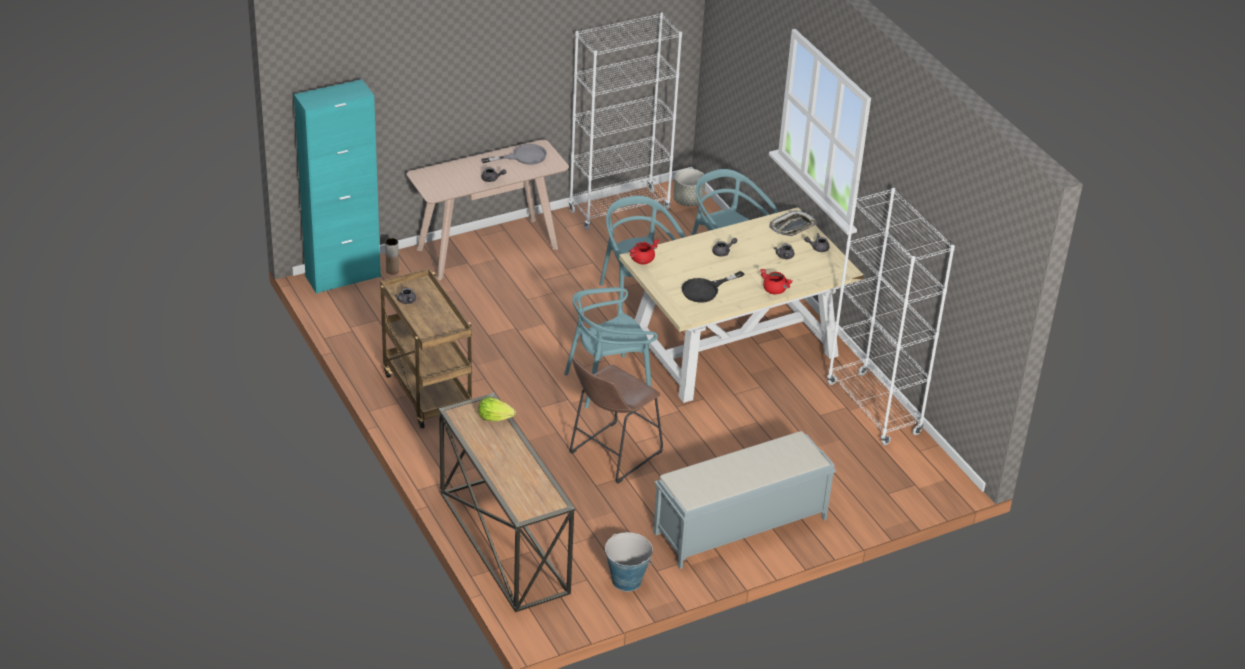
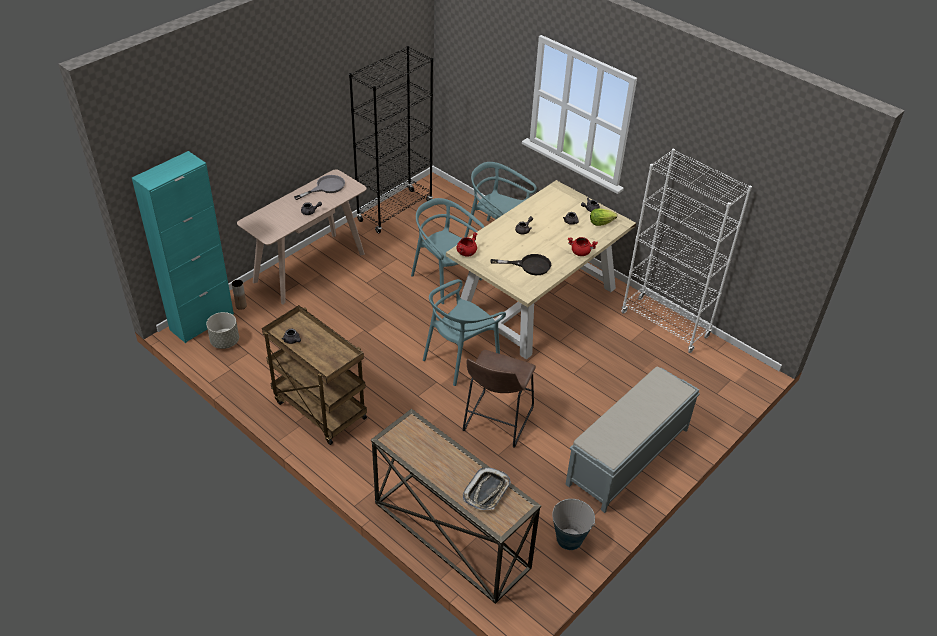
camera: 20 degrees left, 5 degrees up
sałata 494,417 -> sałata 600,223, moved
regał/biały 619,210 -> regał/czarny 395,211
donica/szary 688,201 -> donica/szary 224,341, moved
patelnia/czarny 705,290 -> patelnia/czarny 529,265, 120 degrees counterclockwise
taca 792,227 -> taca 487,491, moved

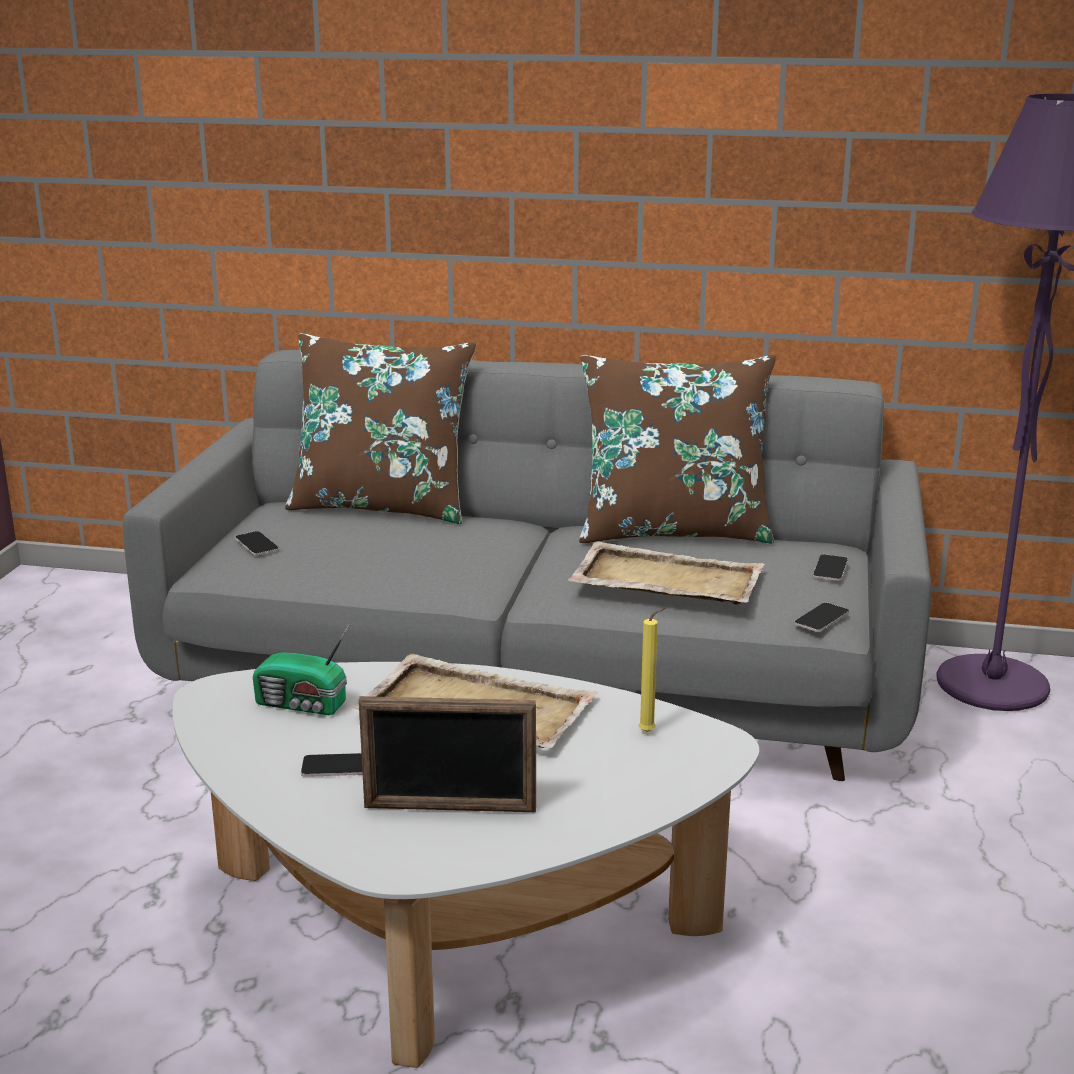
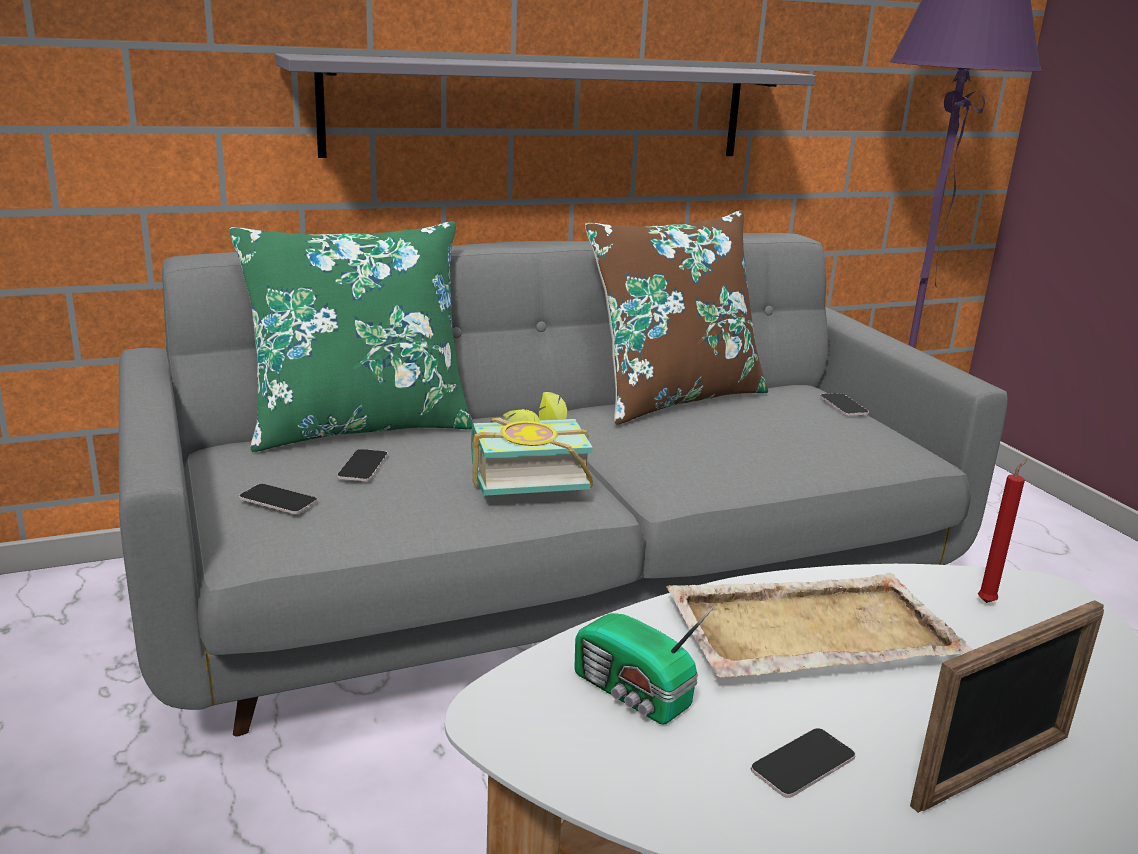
camera: 35 degrees left, 0 degrees up
radio 302,705 -> radio 632,694, 60 degrees clockwise
poduszka/brązowy 382,506 -> poduszka/zielony 360,426
taca/beżowy 665,580 -> none
świeca/żółty 649,732 -> świeca/czerwony 988,601
telefon 821,618 -> telefon 363,466, moved
none -> półka/szary 543,110
none -> książka 526,475

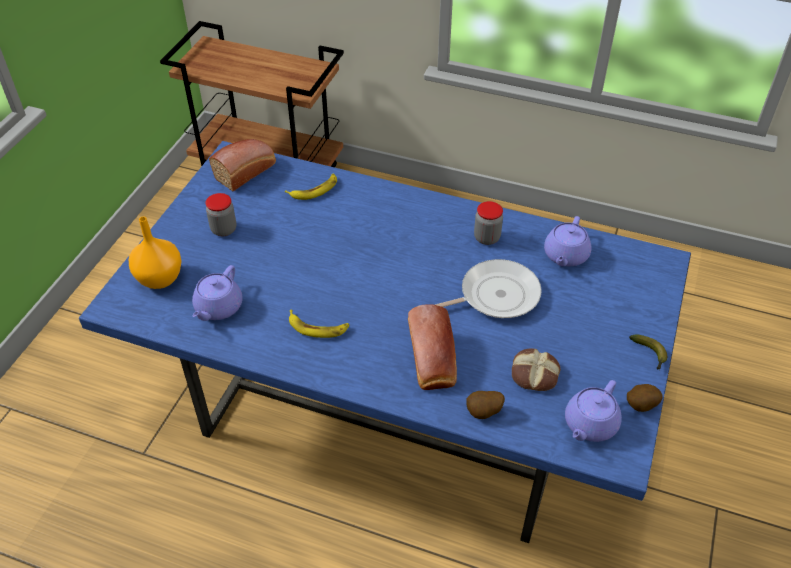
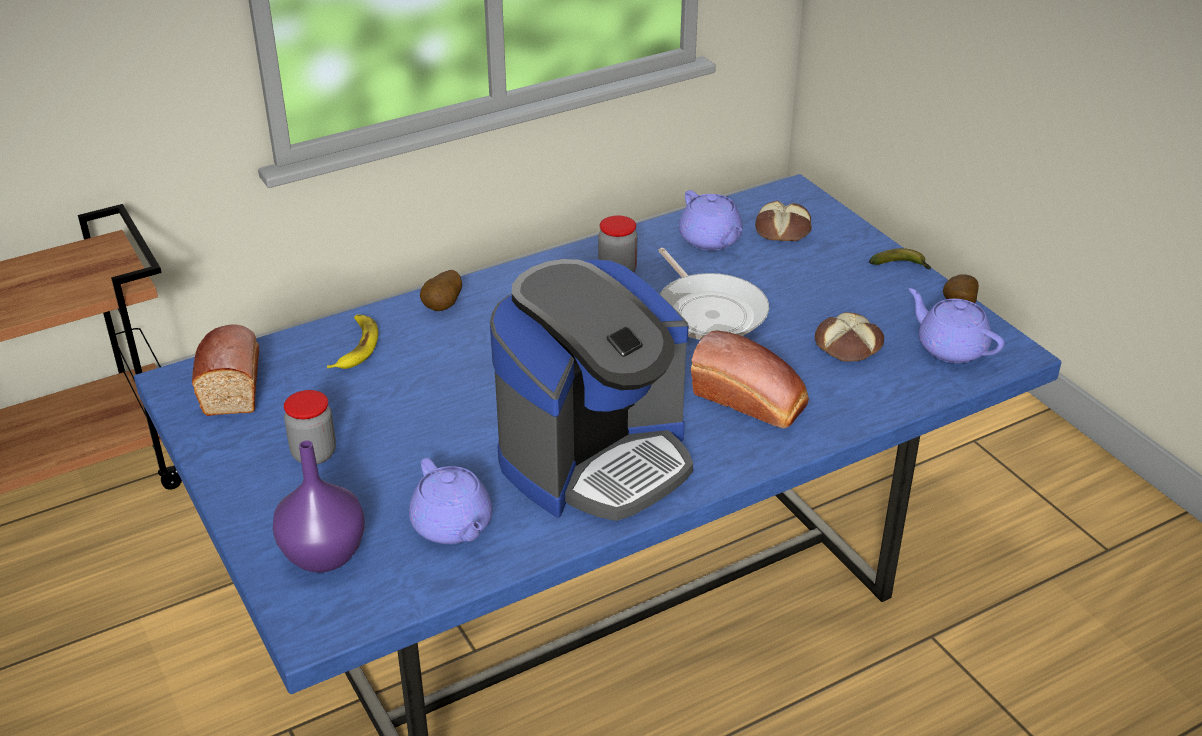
camera: 50 degrees left, 10 degrees down
wazon/pomarańczowy 160,278 -> wazon/fioletowy 323,554
banan 318,327 -> ekspres do kawy 595,458
patelnia 494,295 -> patelnia 709,311, 135 degrees clockwise
ziemniak 484,413 -> ziemniak 443,306, moved
imbryk/fioletowy 589,424 -> imbryk/fioletowy 950,347, 150 degrees clockwise
none -> chleb 783,229

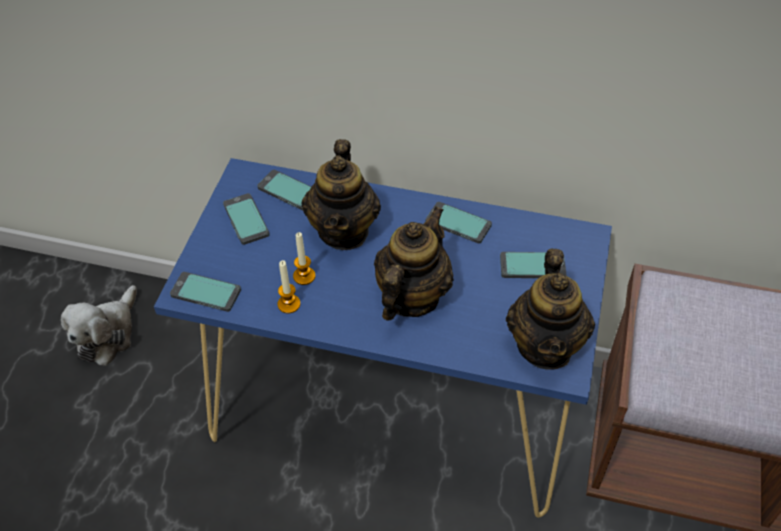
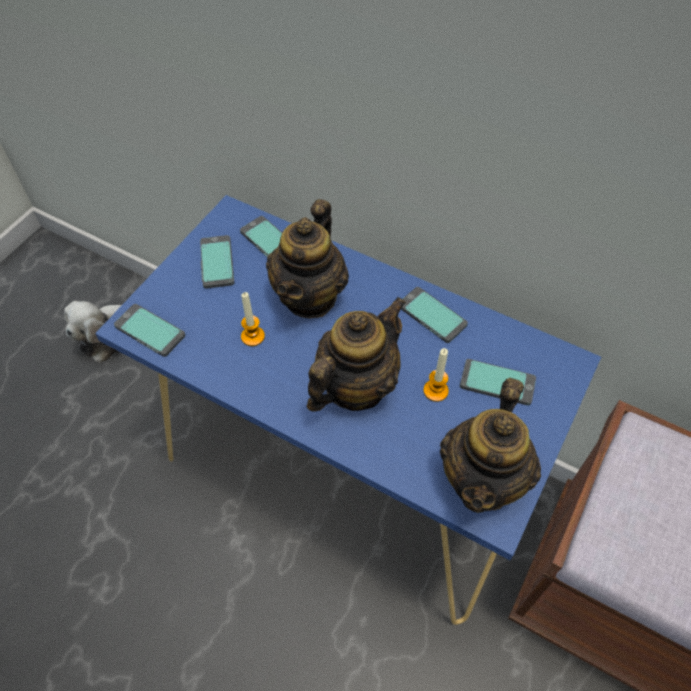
camera: 15 degrees right, 5 degrees up
świeca 289,304 -> świeca 435,391, moved

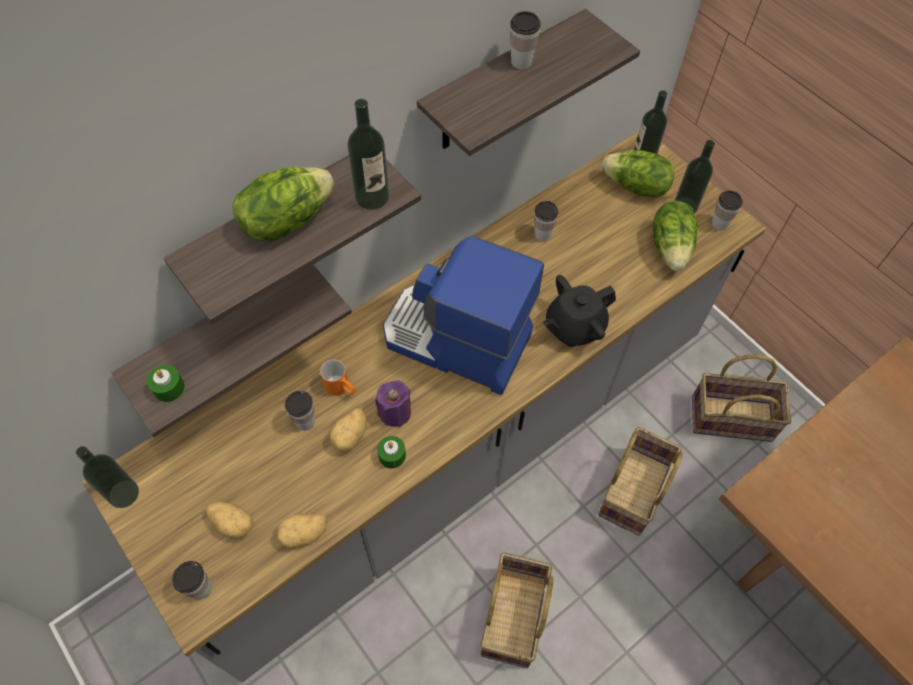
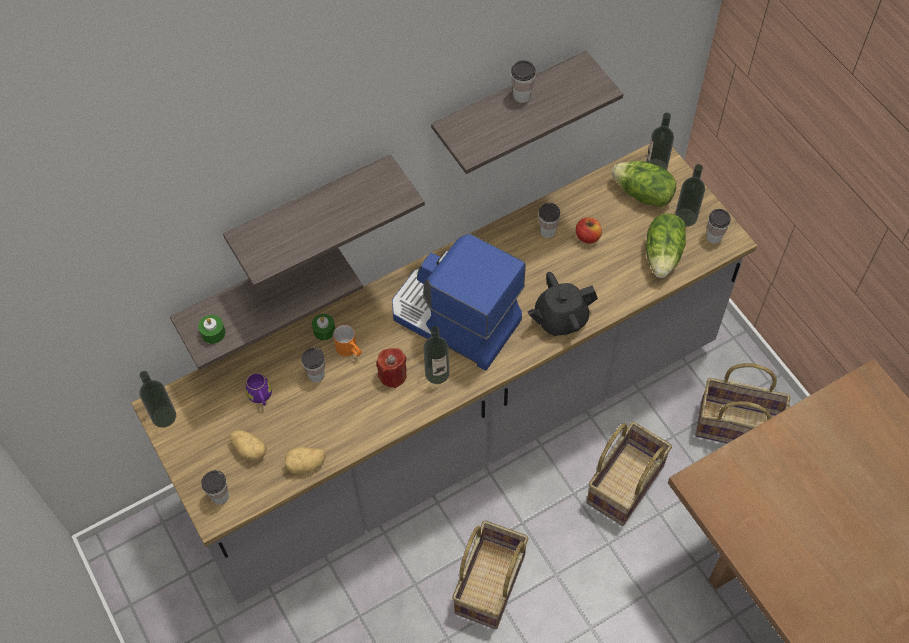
camera: 10 degrees right, 0 degrees up
sałata 286,220 -> none
ziemniak 351,436 -> none
butelka 372,196 -> butelka 437,373, moved
świeca/fioletowy 395,412 -> świeca/czerwony 393,375
świeca/zielony 392,455 -> świeca/zielony 324,330, moved
none -> kubek/fioletowy 261,396
none -> jabłko 587,236

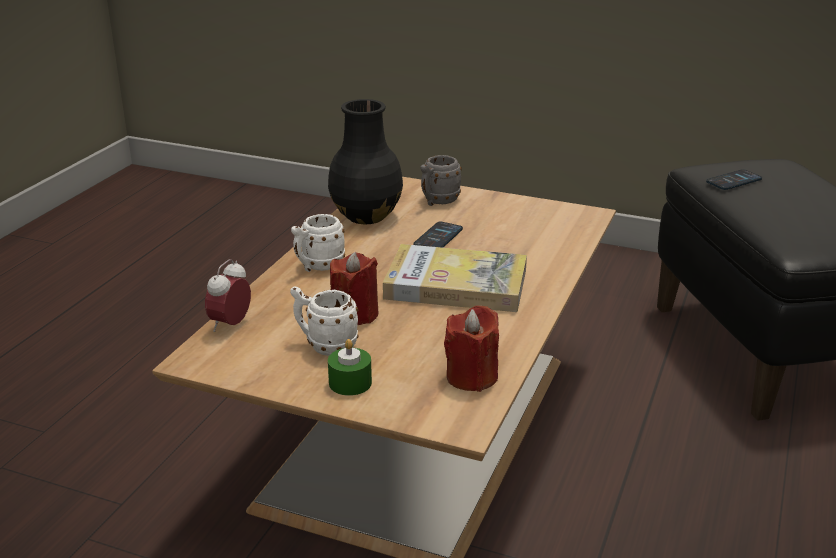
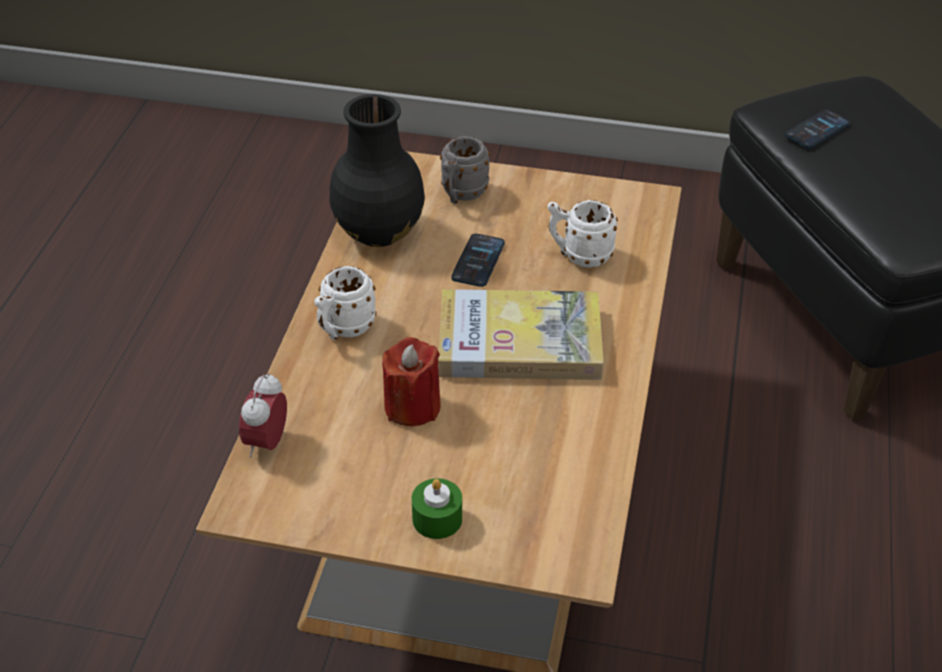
camera: 10 degrees left, 15 degrees up
kubek/biały 325,345 -> kubek/biały 579,255, moved
świeca/czerwony 472,377 -> none

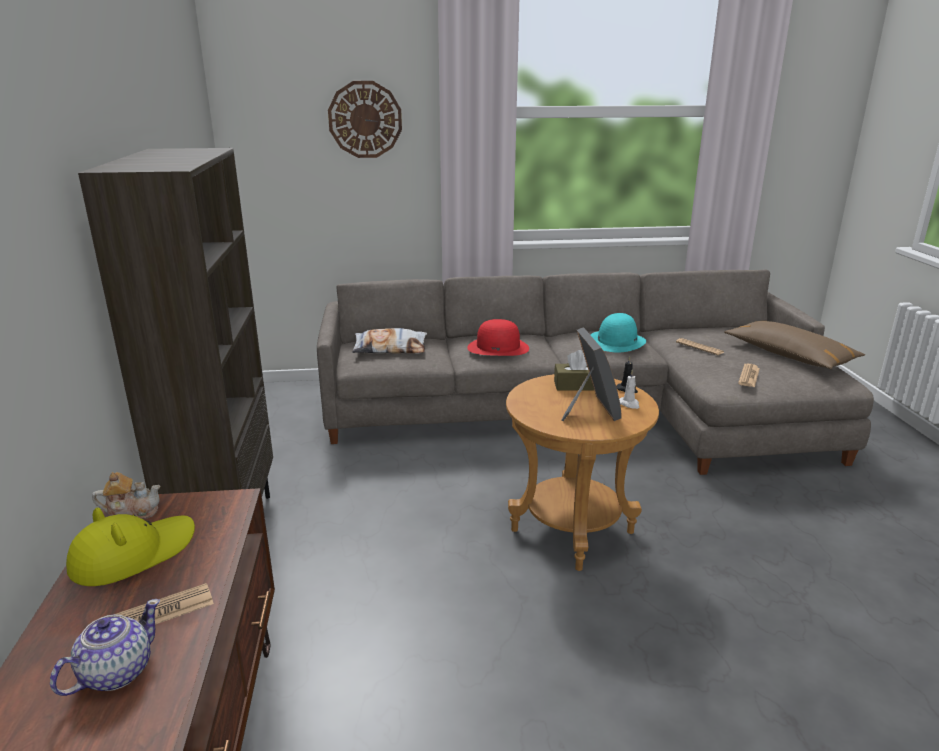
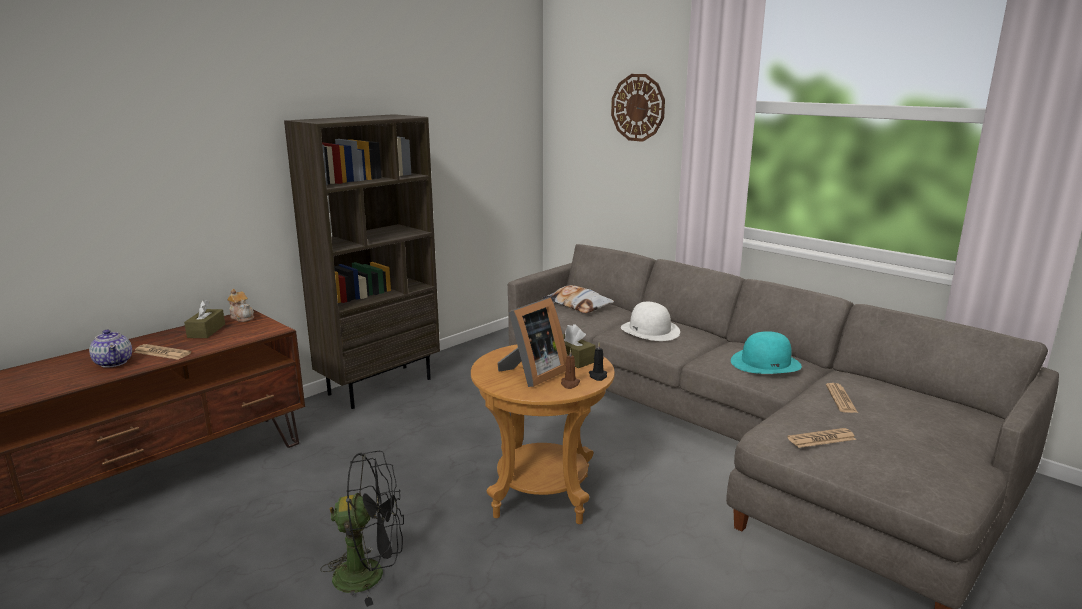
camera: 50 degrees right, 5 degrees down
imbryk 115,673 -> imbryk 114,362, 60 degrees clockwise
kapelusz/żółty 133,554 -> pudełko chusteczek/brązowy 206,331
kapelusz/czerwony 498,347 -> kapelusz/biały 650,330
świeca/biały 629,404 -> świeca/brązowy 570,384
poduszka/brązowy 789,356 -> none
none -> wentylator/czarny 370,574

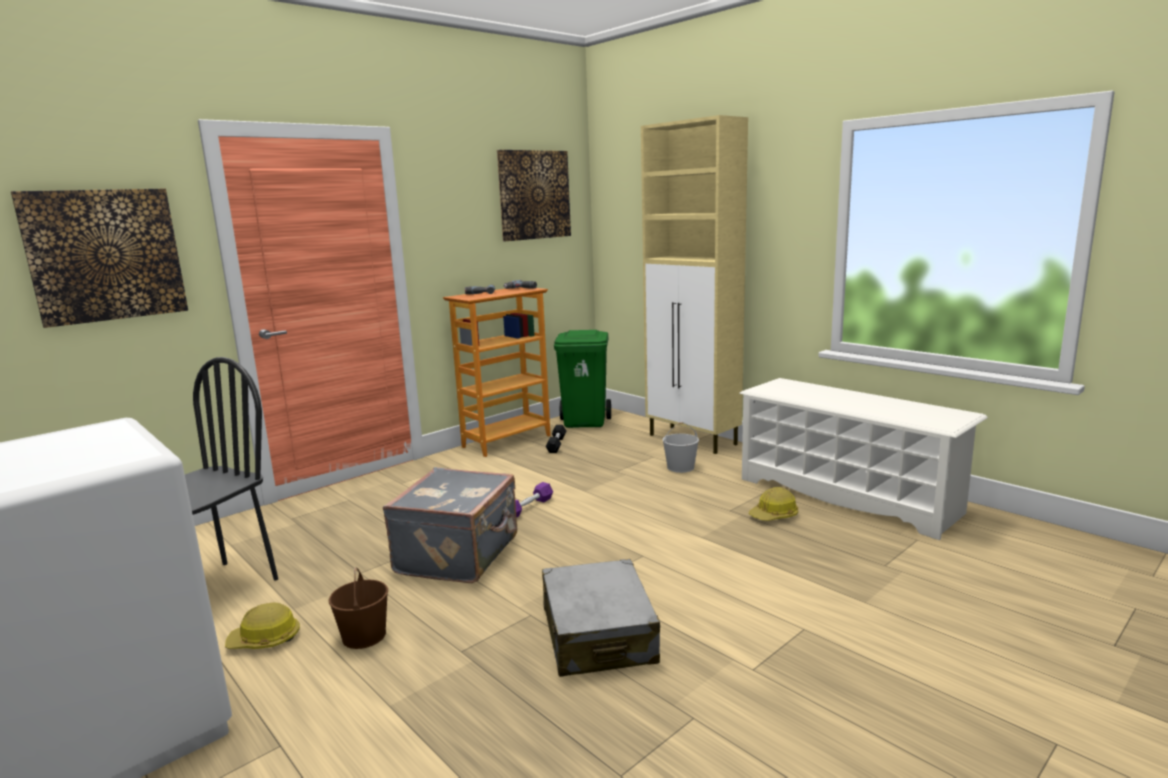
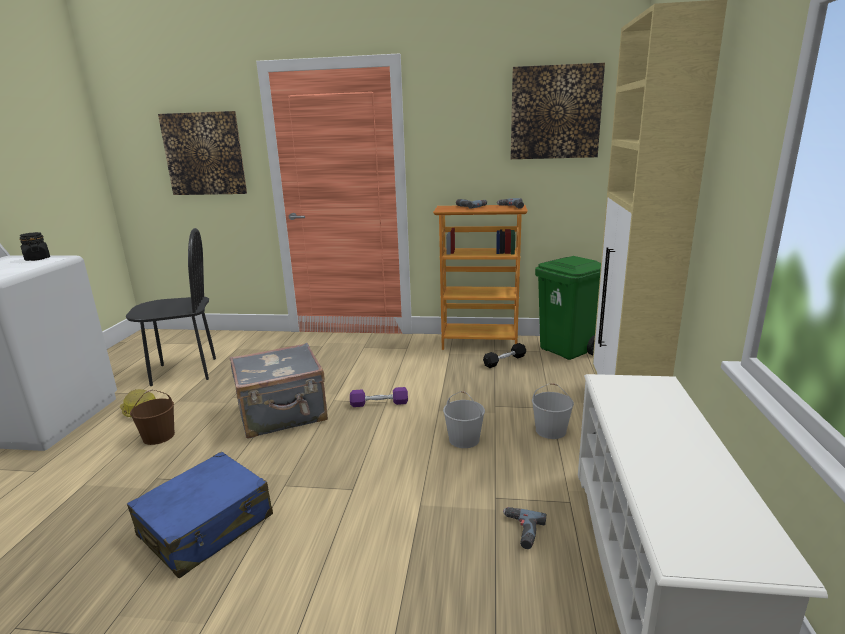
camera: 50 degrees right, 5 degrees up
walizka/szary 598,635 -> walizka/niebieski 207,526
kask 774,515 -> wiertarka 521,531
none -> słoik/czarny 37,259
none -> wiadro/biały 464,439

